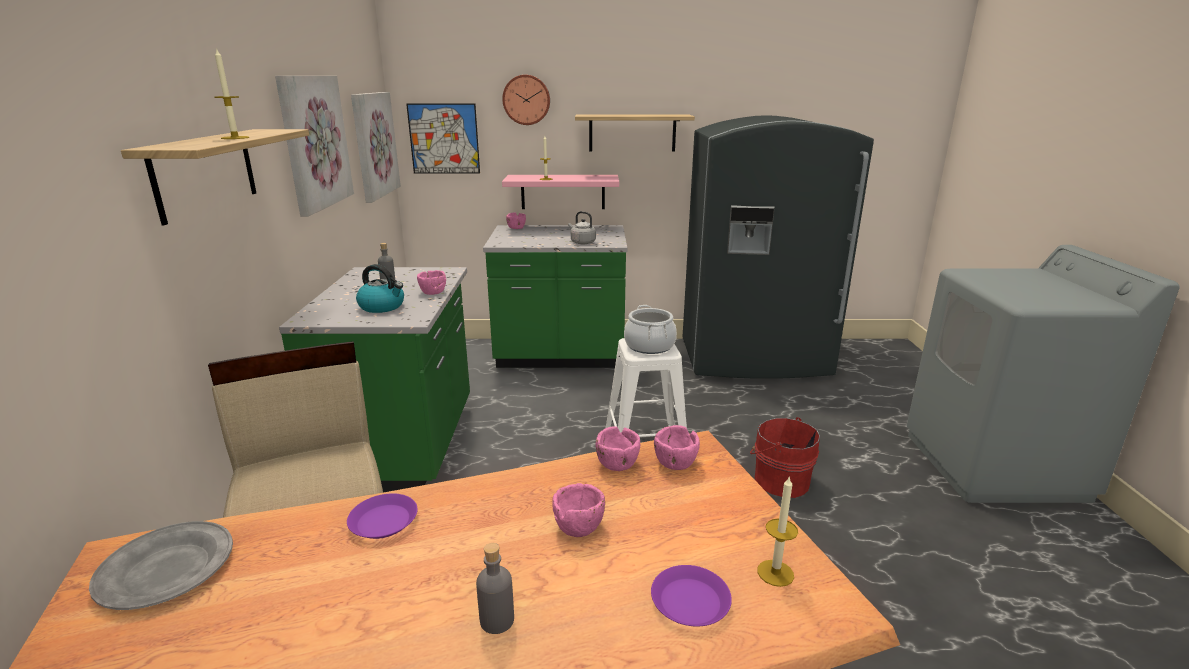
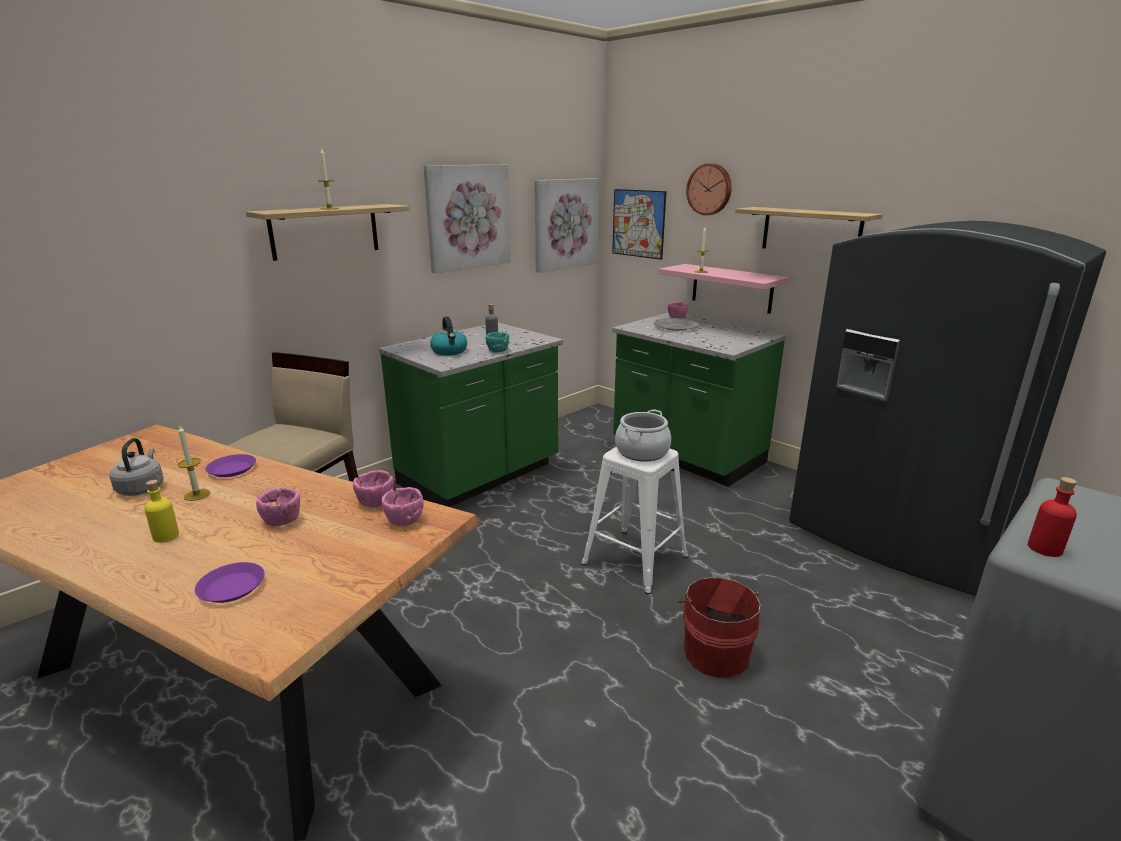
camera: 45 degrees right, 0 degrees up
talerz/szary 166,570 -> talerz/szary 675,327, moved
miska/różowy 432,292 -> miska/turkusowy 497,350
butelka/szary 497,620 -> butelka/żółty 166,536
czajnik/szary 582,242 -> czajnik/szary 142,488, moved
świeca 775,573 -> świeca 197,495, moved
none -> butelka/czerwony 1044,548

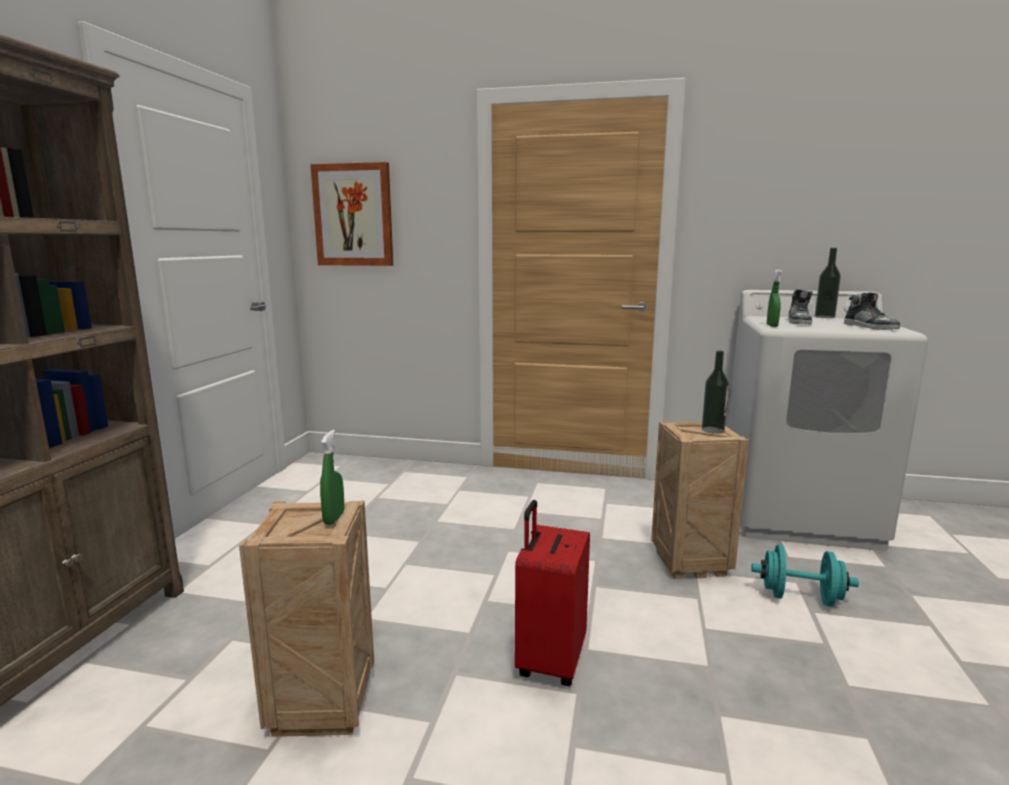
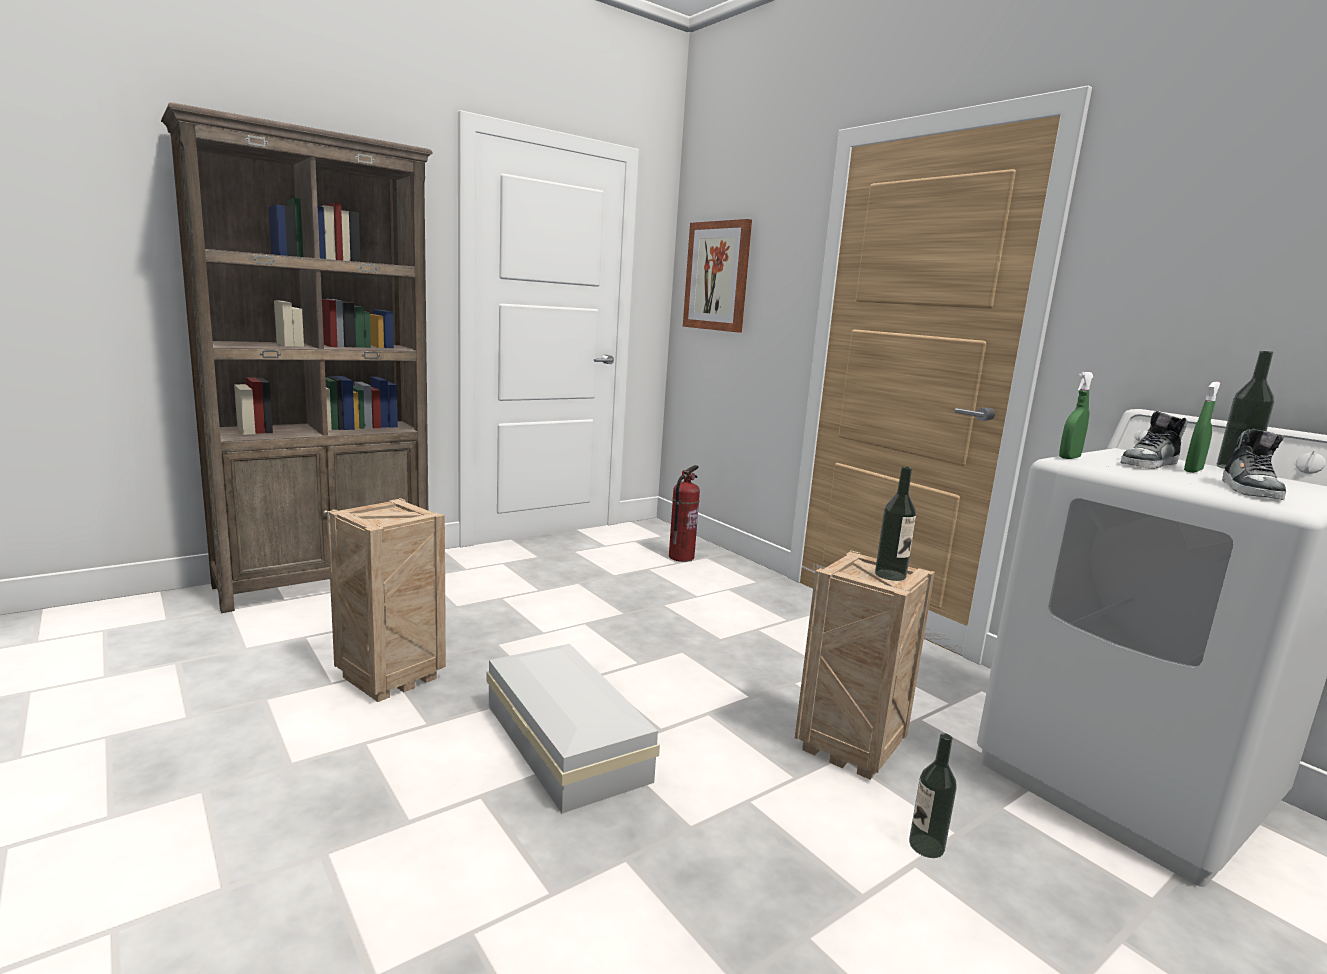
camera: 40 degrees right, 0 degrees up
spryskiwacz/zielony 334,518 -> spryskiwacz/zielony 1193,471, moved
walizka/czerwony 549,660 -> pojemnik do przechowywania/biały 566,739
hantel/turkusowy 800,597 -> butelka 926,846
none -> gaśnica 681,557

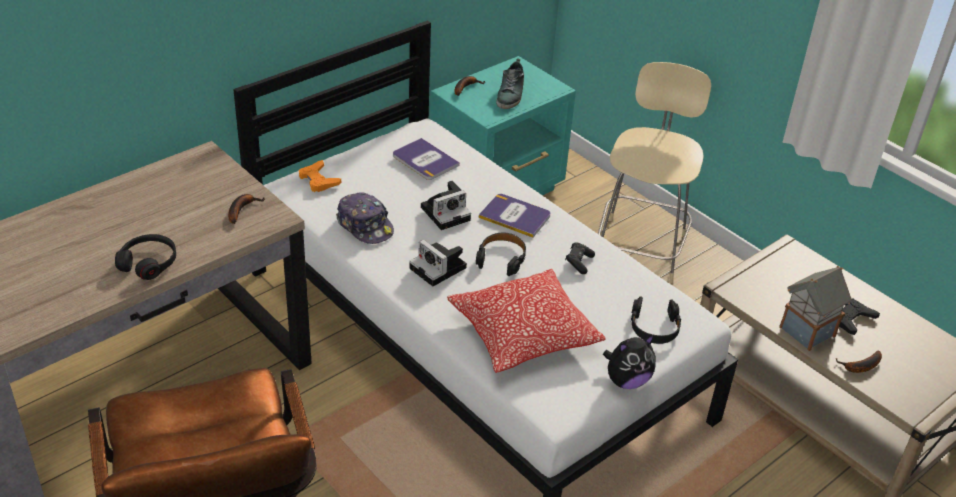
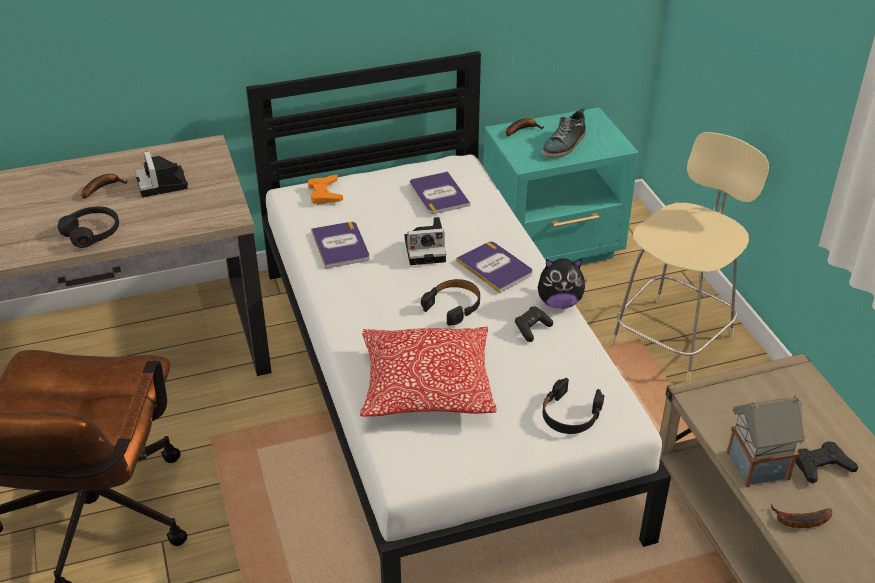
camera: 25 degrees right, 0 degrees up
banan 241,210 -> banan 102,187, moved
czapka z daszkiem 365,226 -> książka 340,245
aparat fotograficzny 440,269 -> aparat fotograficzny 163,184, moved
pluszak 626,380 -> pluszak 559,303, moved

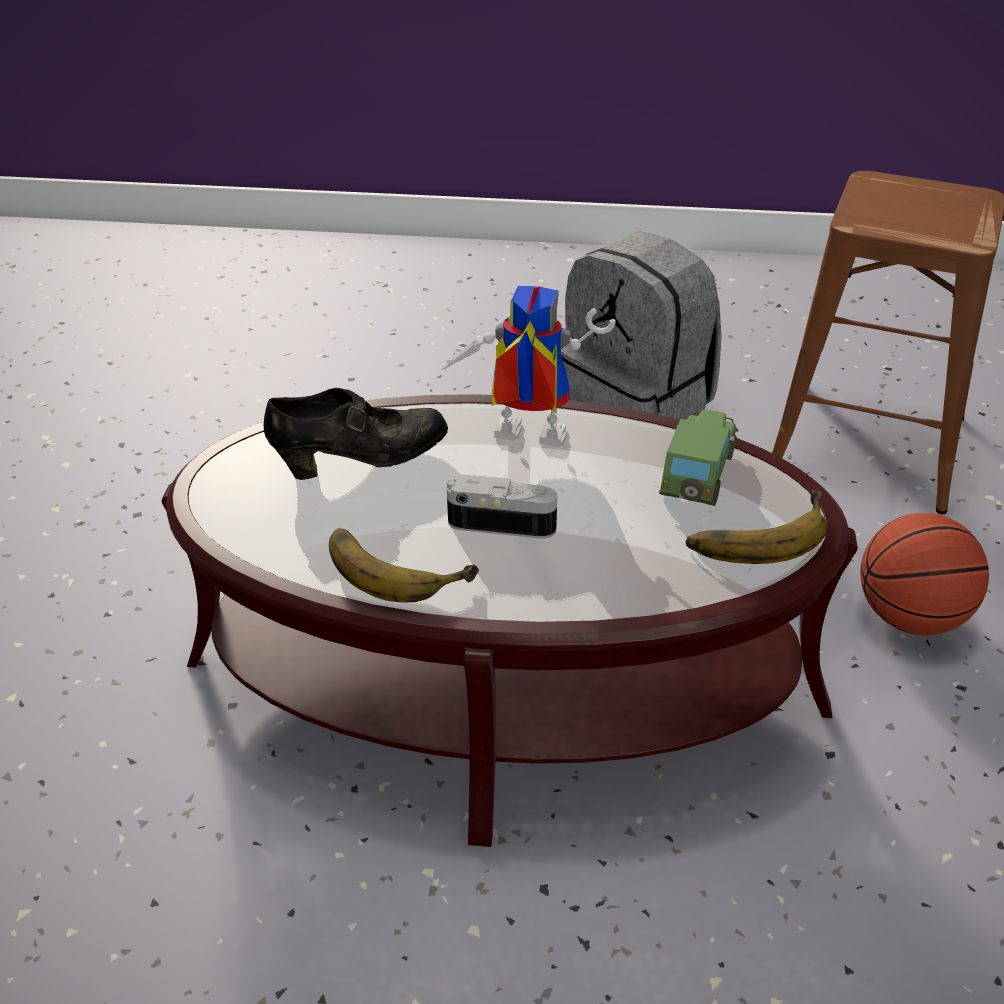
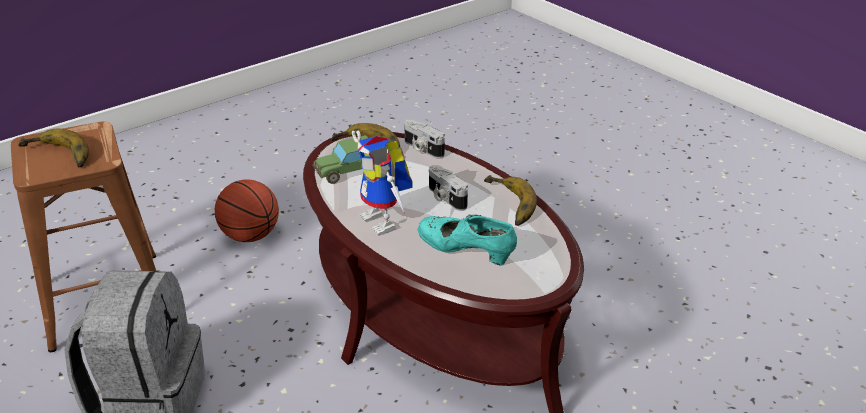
camera: 135 degrees left, 5 degrees down
but/czarny 361,462 -> but/turkusowy 466,253
none -> banan 56,156
none -> aparat fotograficzny 422,149

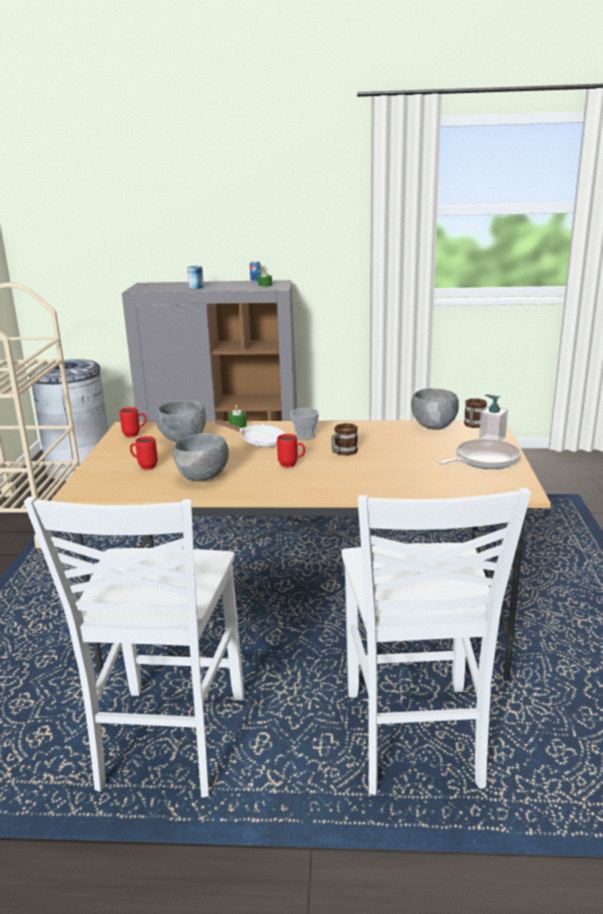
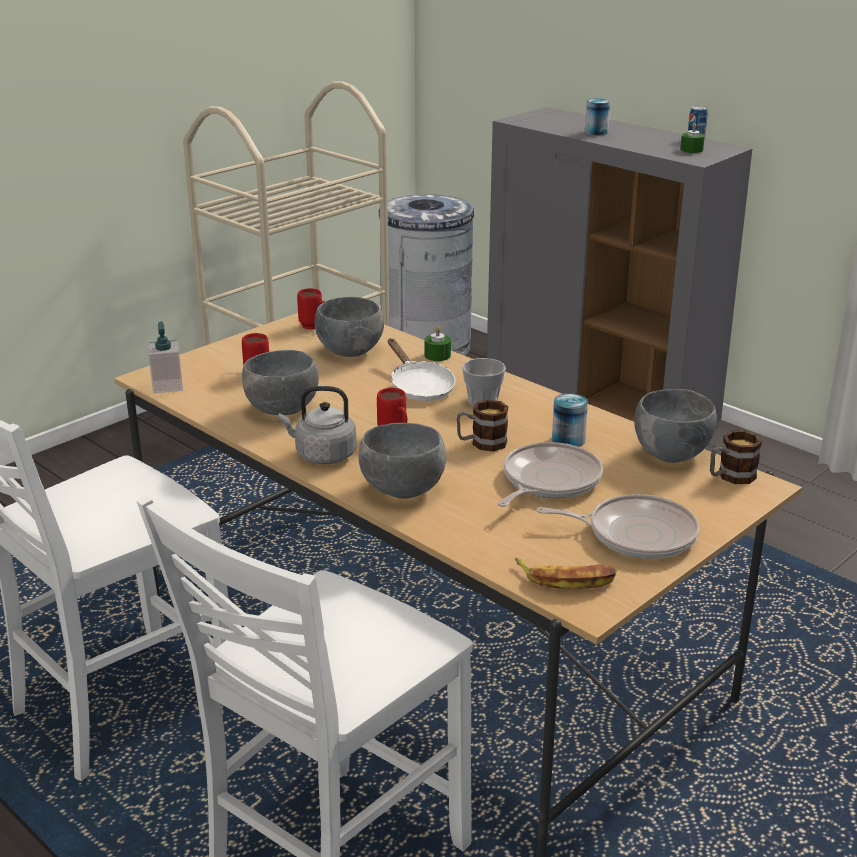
camera: 40 degrees right, 5 degrees up
dozownik mydła 492,438 -> dozownik mydła 167,386, moved
none -> czajnik/szary 322,455
none -> miska/szary 403,491
none -> patelnia 548,481
none -> banan 566,578
none -> puszka 568,440

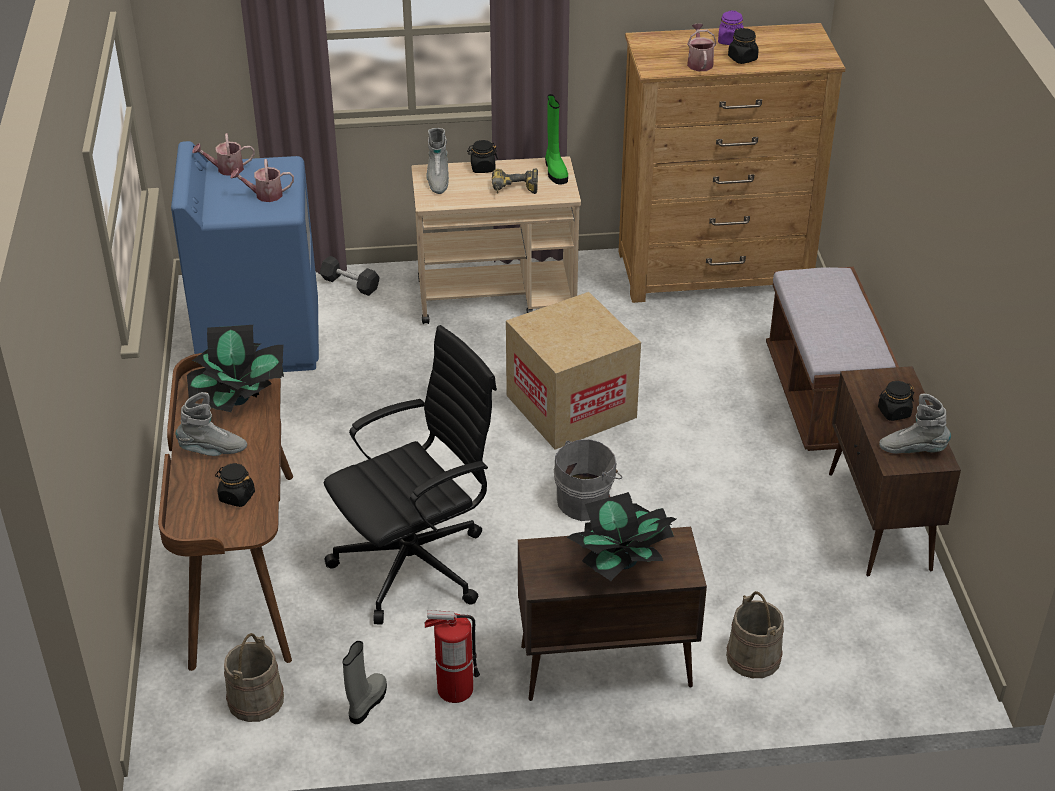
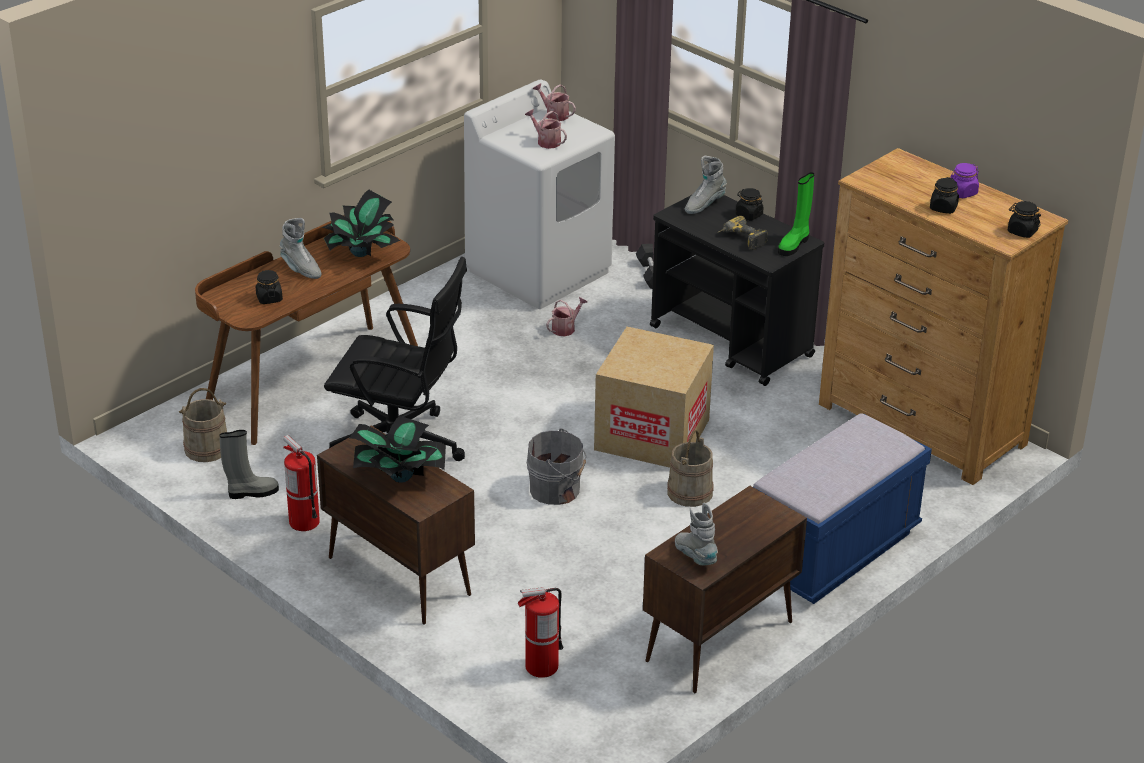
camera: 50 degrees right, 5 degrees down
pralka/niebieski 259,338 -> pralka/biały 539,271
wózek/beżowy 498,297 -> wózek/czarny 732,342
konewka 699,63 -> konewka 566,328, moved
wiadro/beżowy 754,657 -> wiadro/beżowy 690,492, moved
ławka/brązowy 823,399 -> ławka/niebieski 833,551
słoik/czarny 894,412 -> słoik/czarny 1022,231, moved
none -> gaśnica 541,667

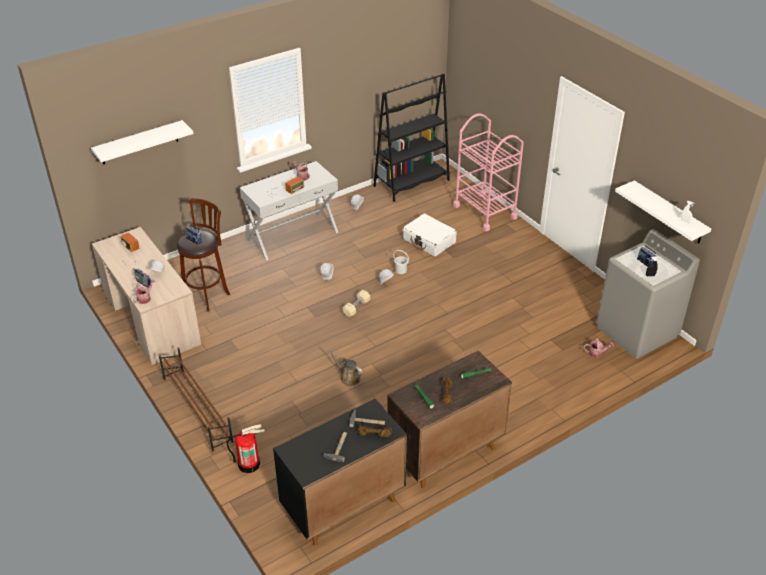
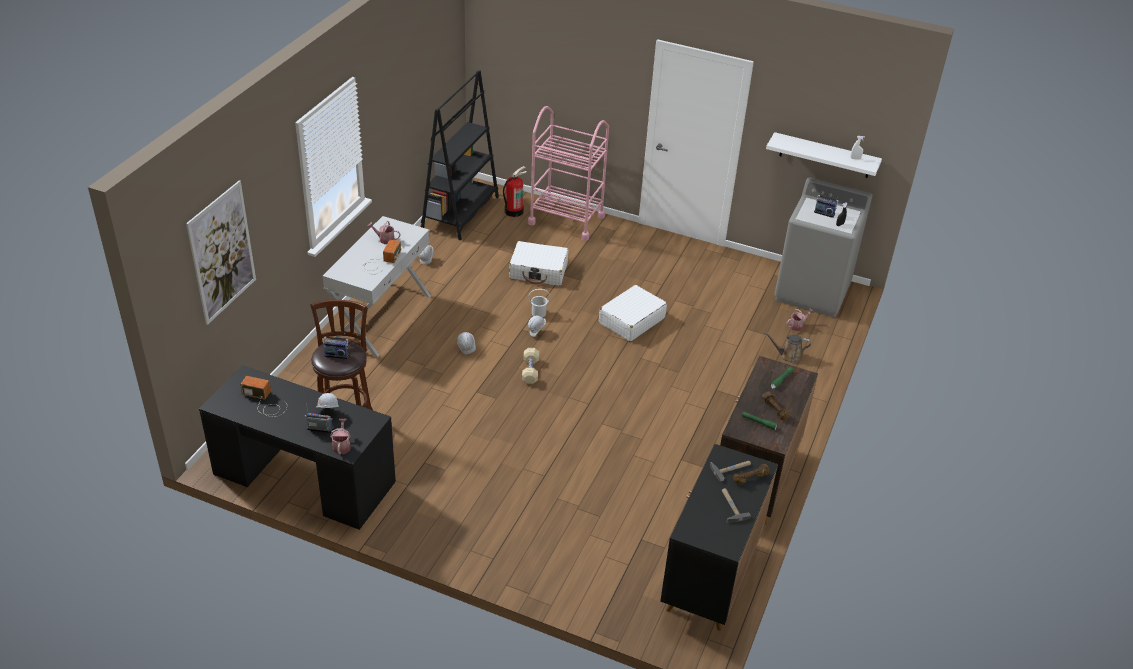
camera: 35 degrees left, 0 degrees up
półka/biały 139,143 -> obraz 222,252
biurko/beżowy 151,318 -> biurko/czarny 304,477
regał na buty/brązowy 197,409 -> none
gaśnica 249,464 -> gaśnica 513,211, moved
konewka/brązowy 348,377 -> konewka/brązowy 788,356, moved
none -> walizka/biały 631,320

